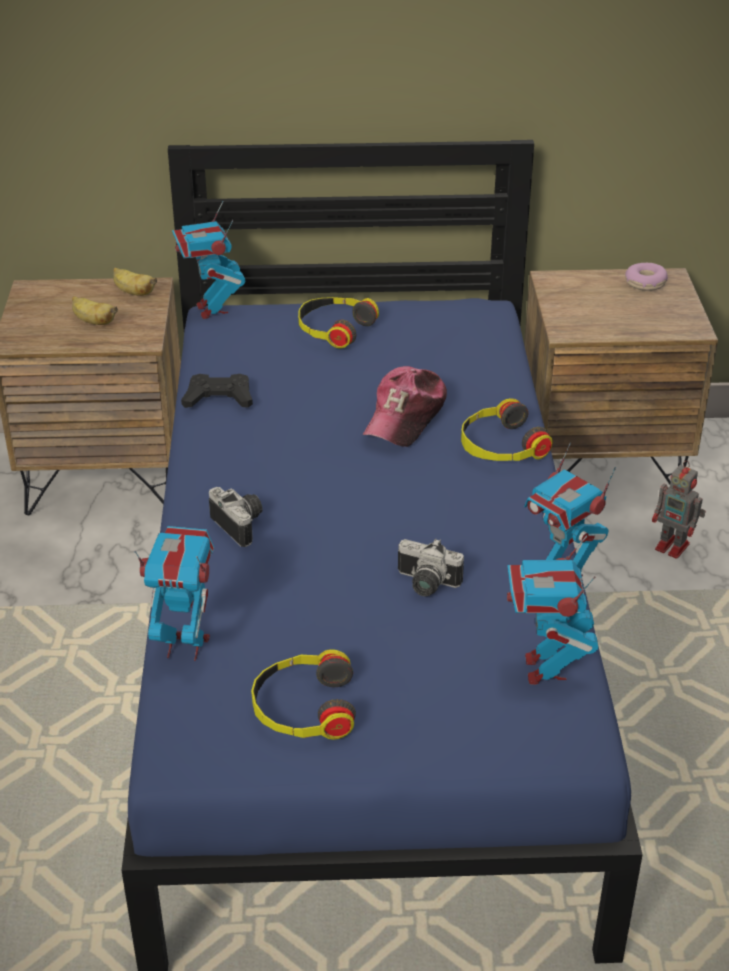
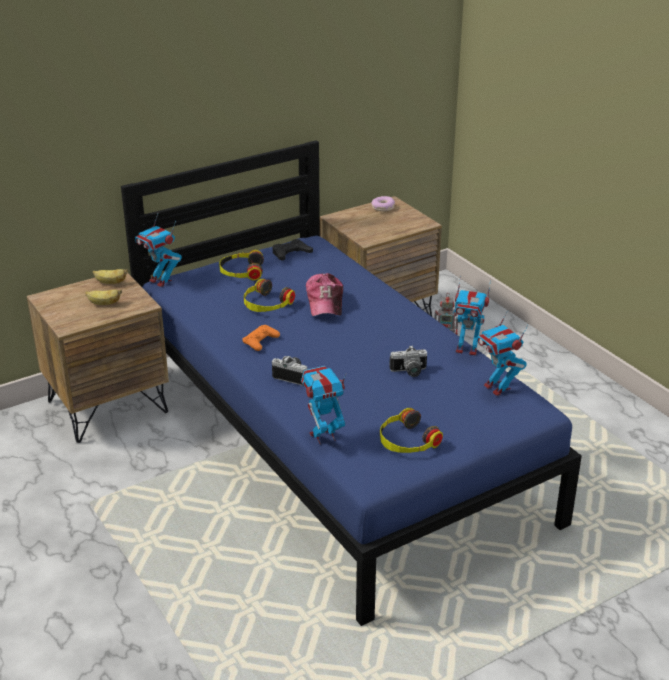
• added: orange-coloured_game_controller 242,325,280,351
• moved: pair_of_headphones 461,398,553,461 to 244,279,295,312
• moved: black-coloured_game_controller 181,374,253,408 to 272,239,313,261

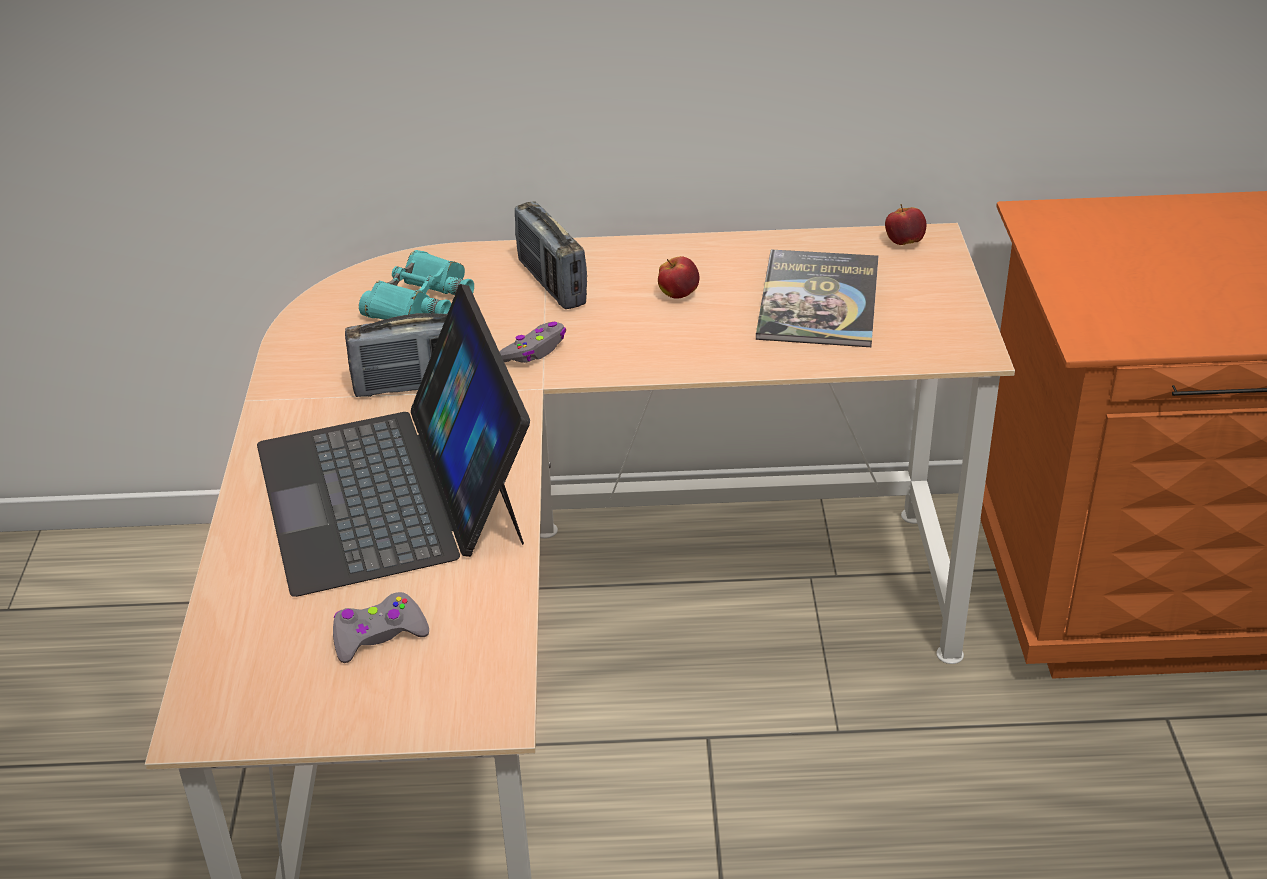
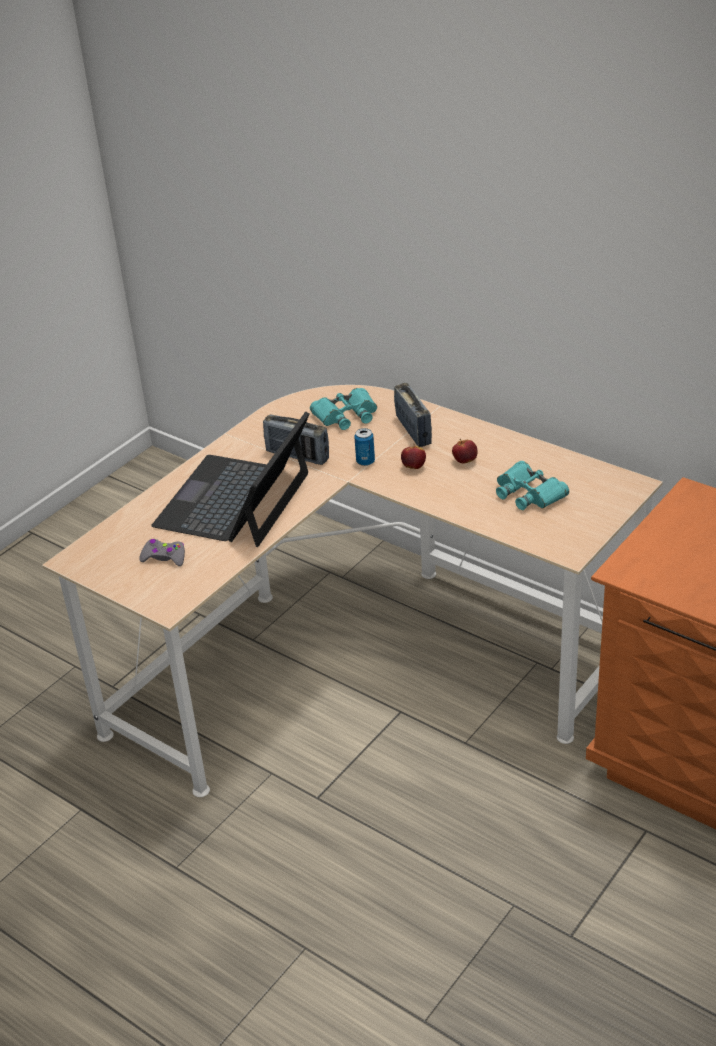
• replaced: gray_game_controller 499,322,566,363 to sealed_can 354,428,375,466
• turned: radio_set 515,201,587,309 = 394,383,432,447 150 degrees clockwise
• moved: apple_fruit 885,204,927,245 to 401,446,426,469
• replaced: bound_book 756,250,878,347 to turquoise_binoculars 496,461,569,510

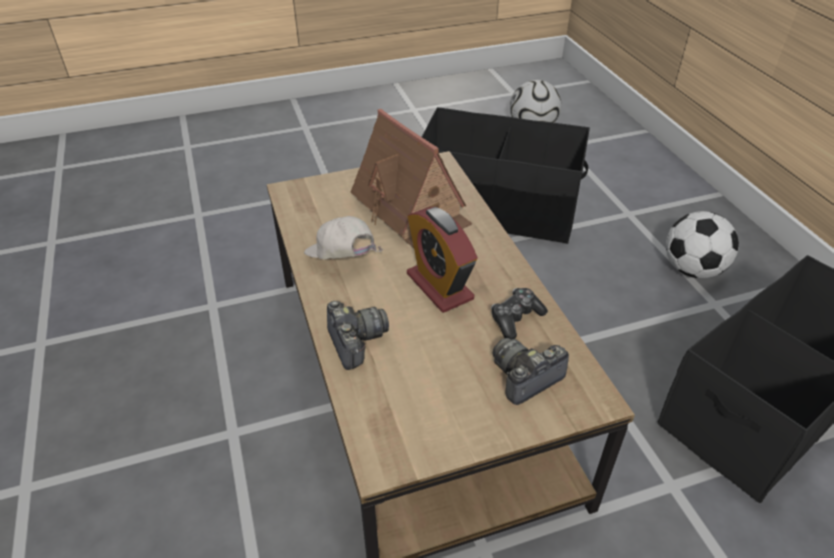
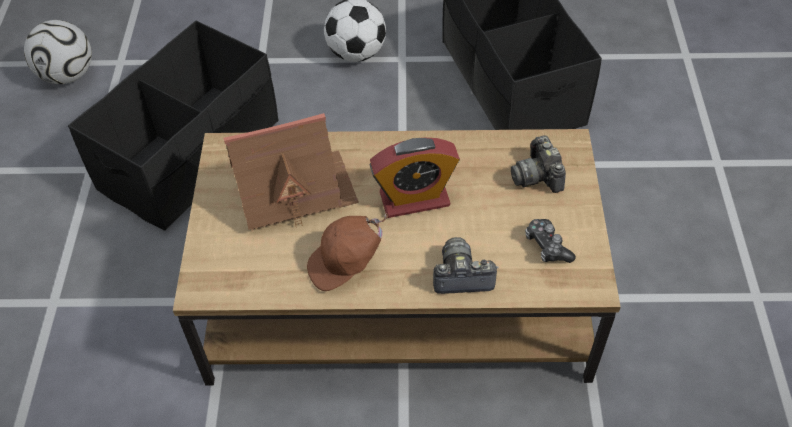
• recoloured: white_baseball_cap 304,216,383,259 to brown-coloured_baseball_cap 307,213,388,291
• moved: game_controller 491,288,548,339 to 525,219,576,263

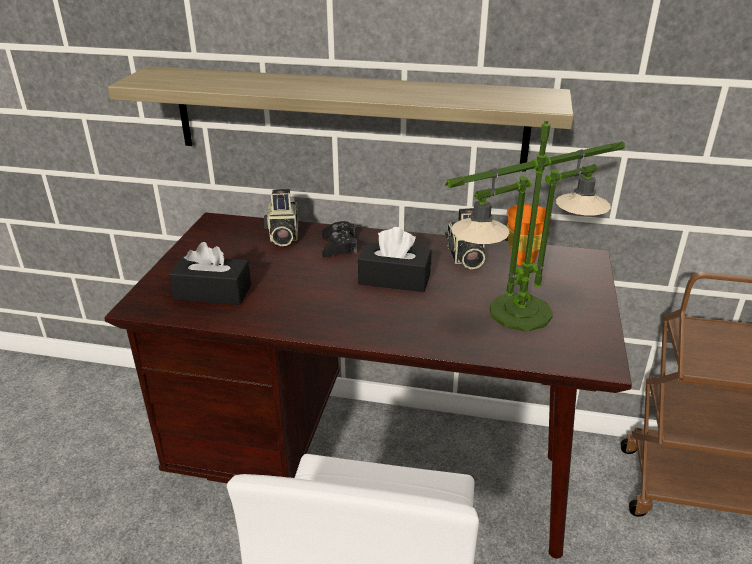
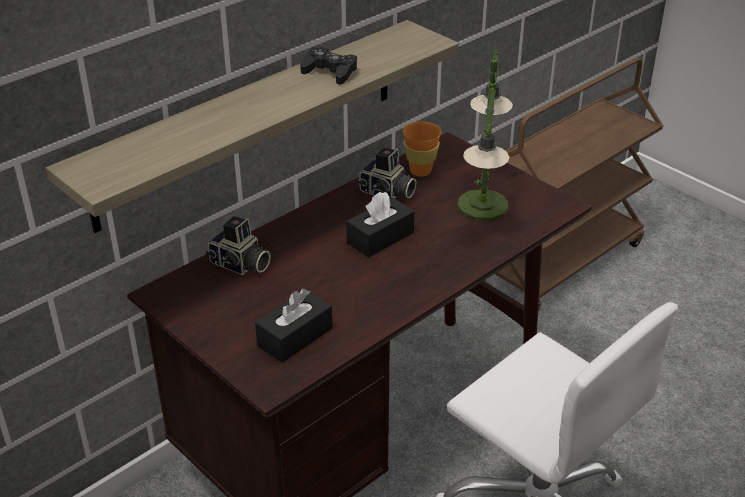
• moved: black-coloured_game_controller 322,221,357,258 to 300,47,357,85

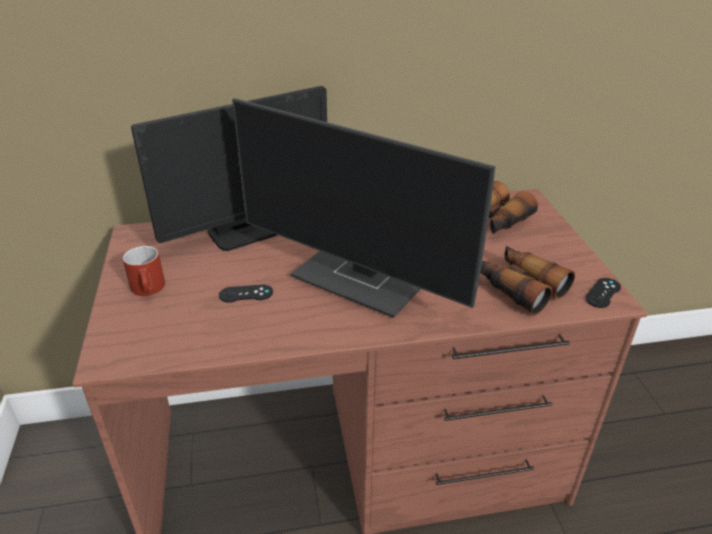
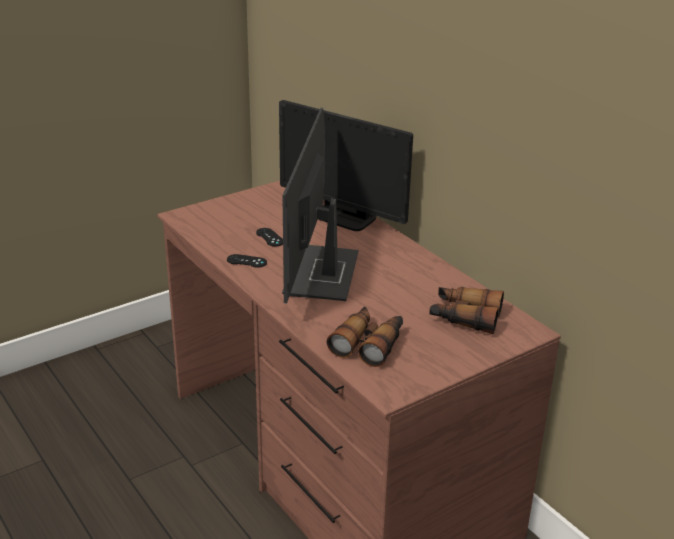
• moved: black-coloured_game_controller 585,278,621,308 to 227,254,267,268
• removed: reddish_mug 123,246,165,296

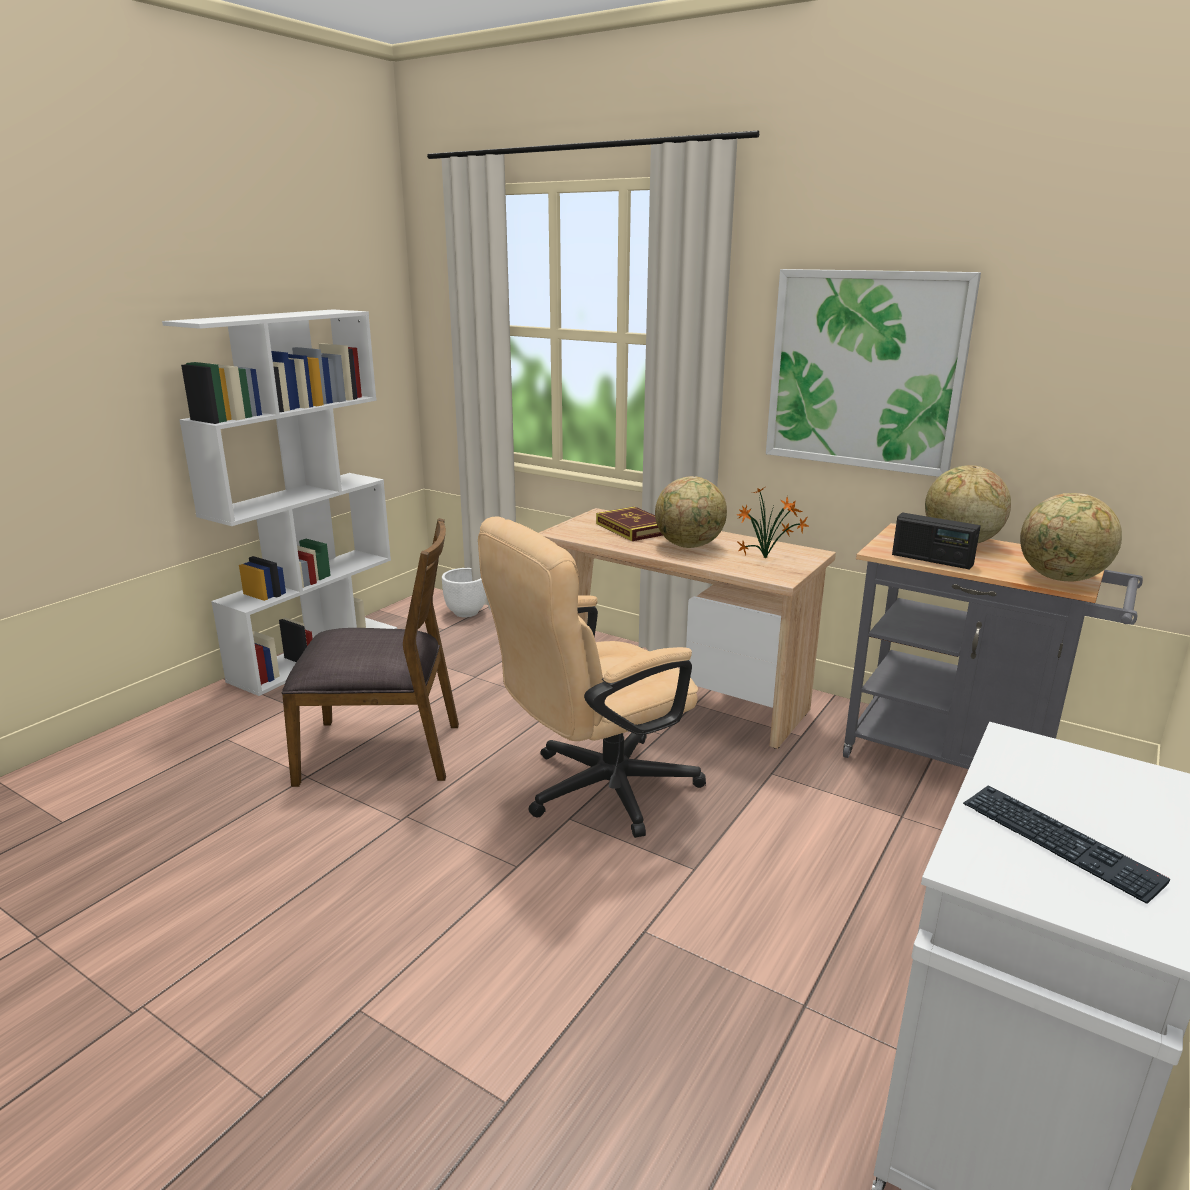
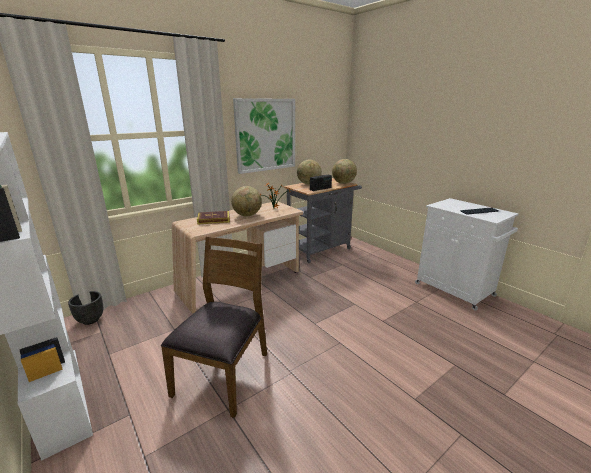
• recoloured: white_flower_pot 442,568,486,617 to black-coloured_flower_pot 68,291,103,325
• removed: sand-coloured_office_chair 478,517,706,838

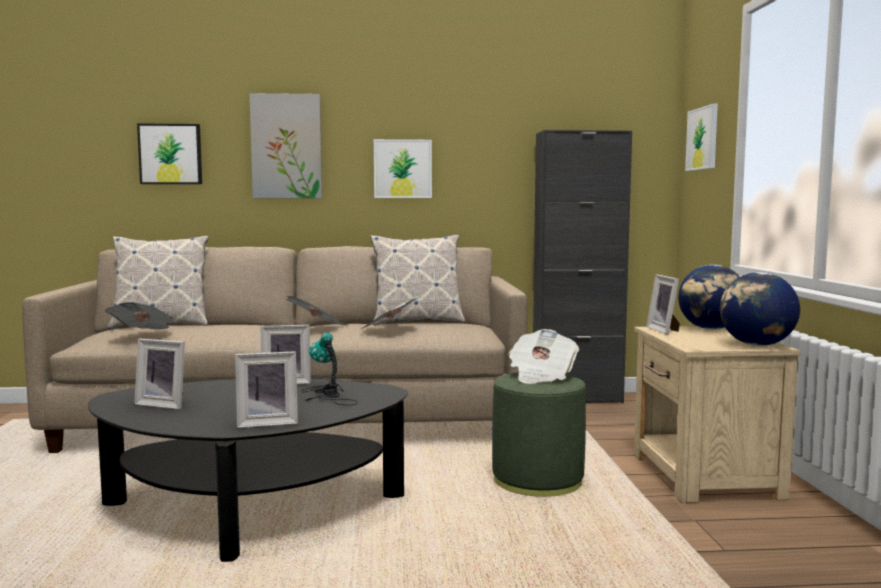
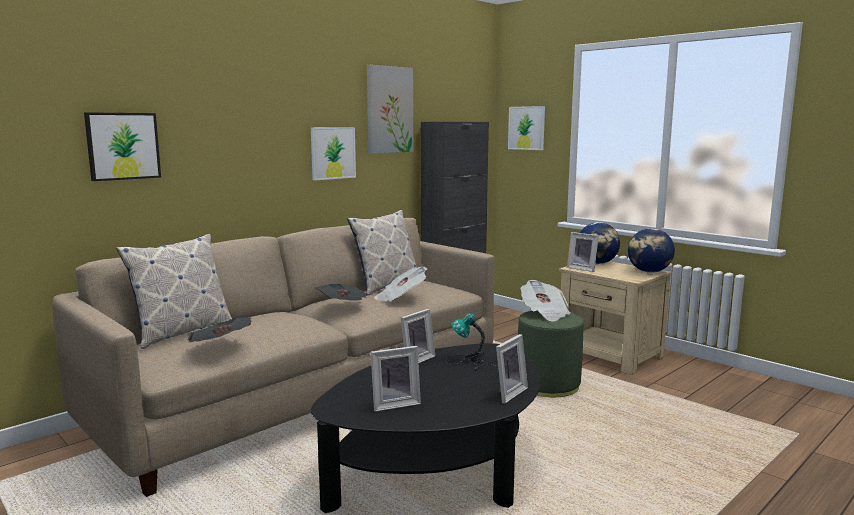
• moved: picture 249,93,322,198 to 367,65,413,153

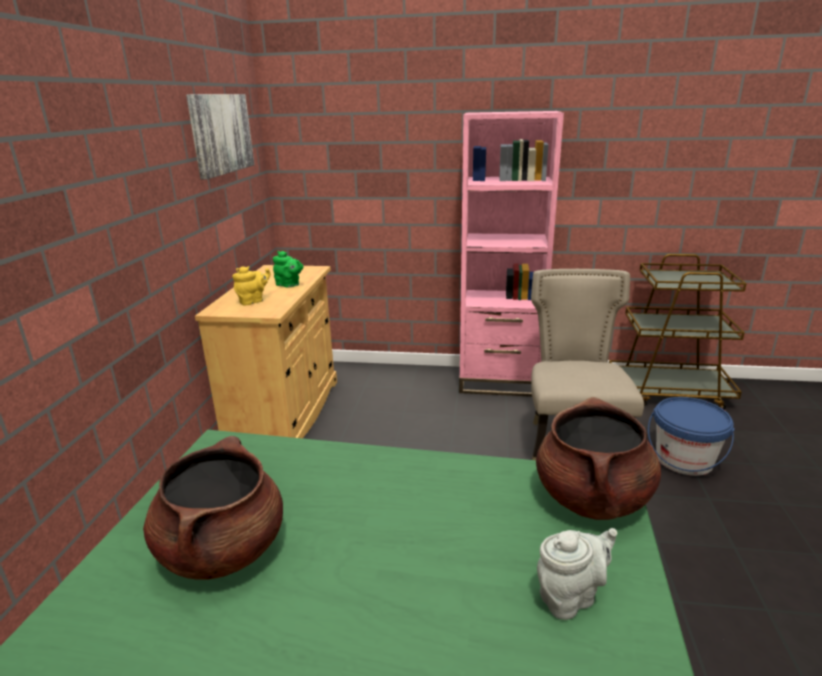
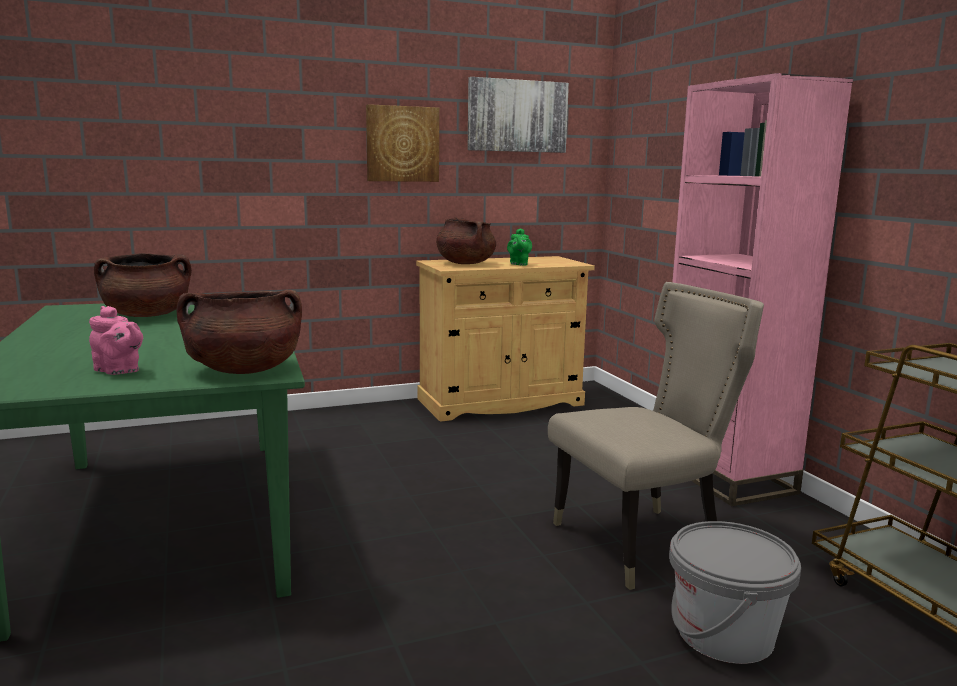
• recoloured: gray_teapot 537,528,617,620 to pink_teapot 89,306,143,375
• added: picture 366,104,439,182
• replaced: yellowish_teapot 232,266,271,305 to brown-coloured_saucepot 436,217,496,264
• recoloured: blue_water_bucket 648,397,734,476 to gray_water_bucket 669,521,801,664

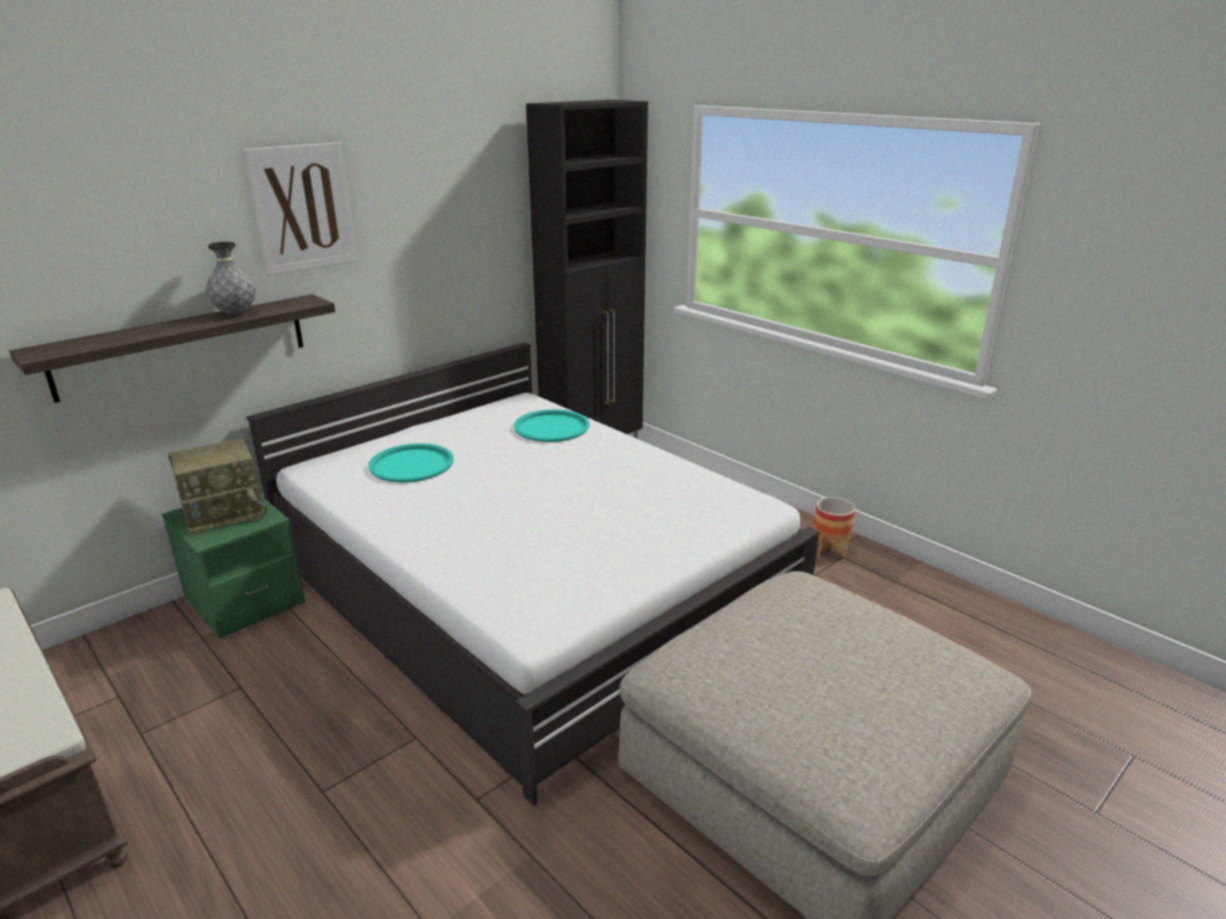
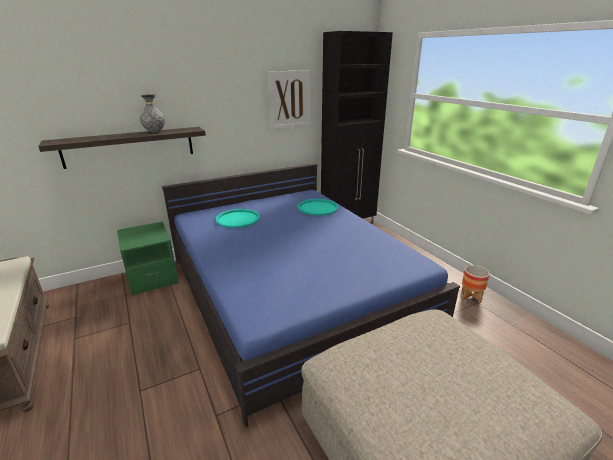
• recoloured: white_bed 247,342,820,806 to blue_bed 162,163,460,427
• moved: picture 243,142,358,276 to 268,70,310,129
• removed: radio_set 168,438,267,535

